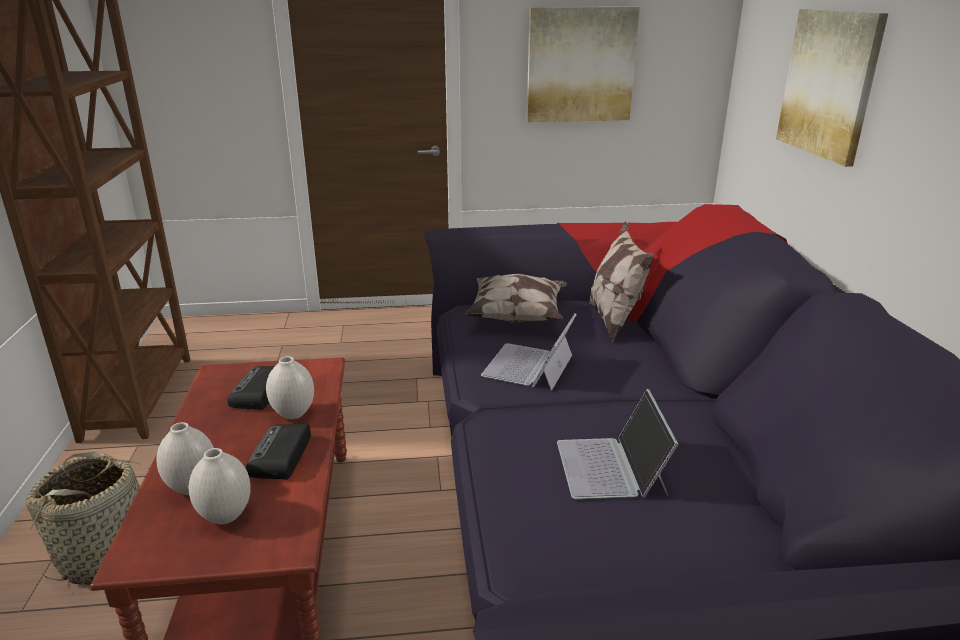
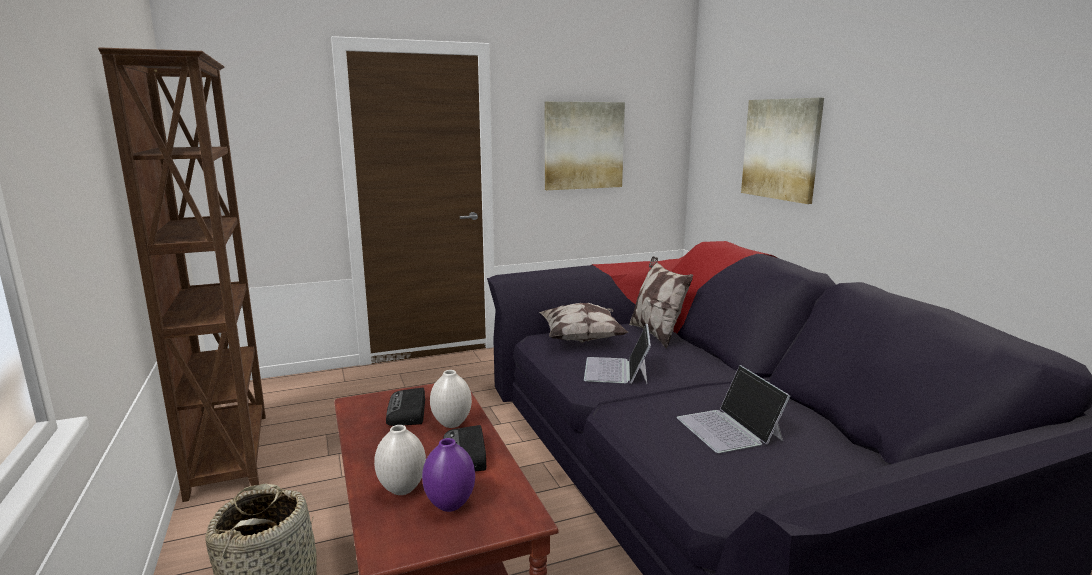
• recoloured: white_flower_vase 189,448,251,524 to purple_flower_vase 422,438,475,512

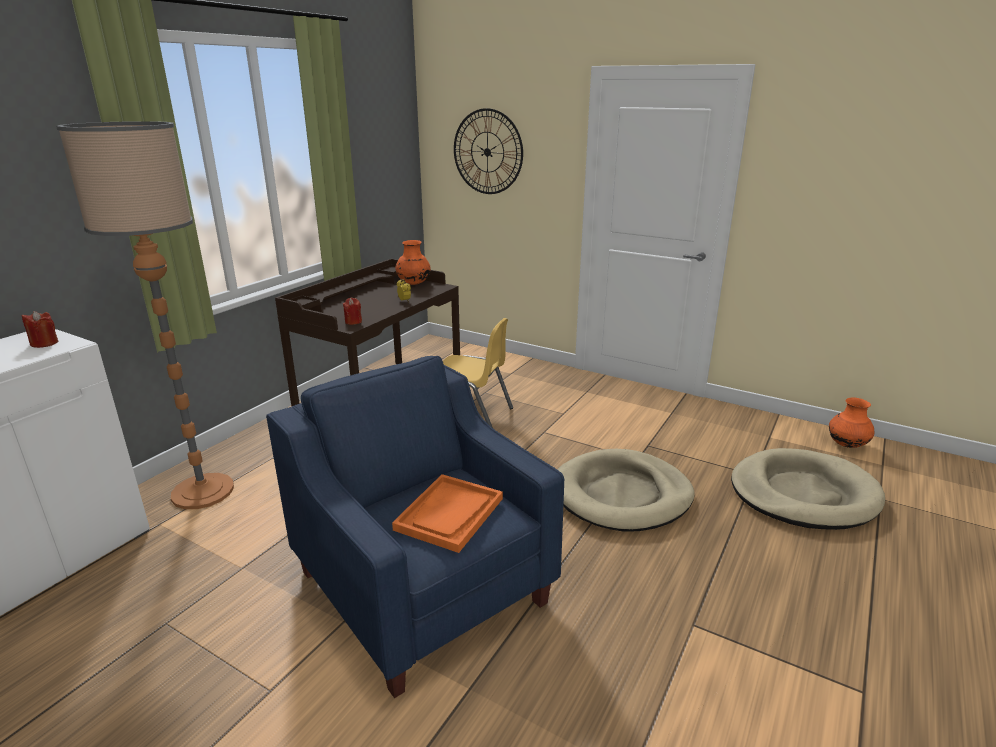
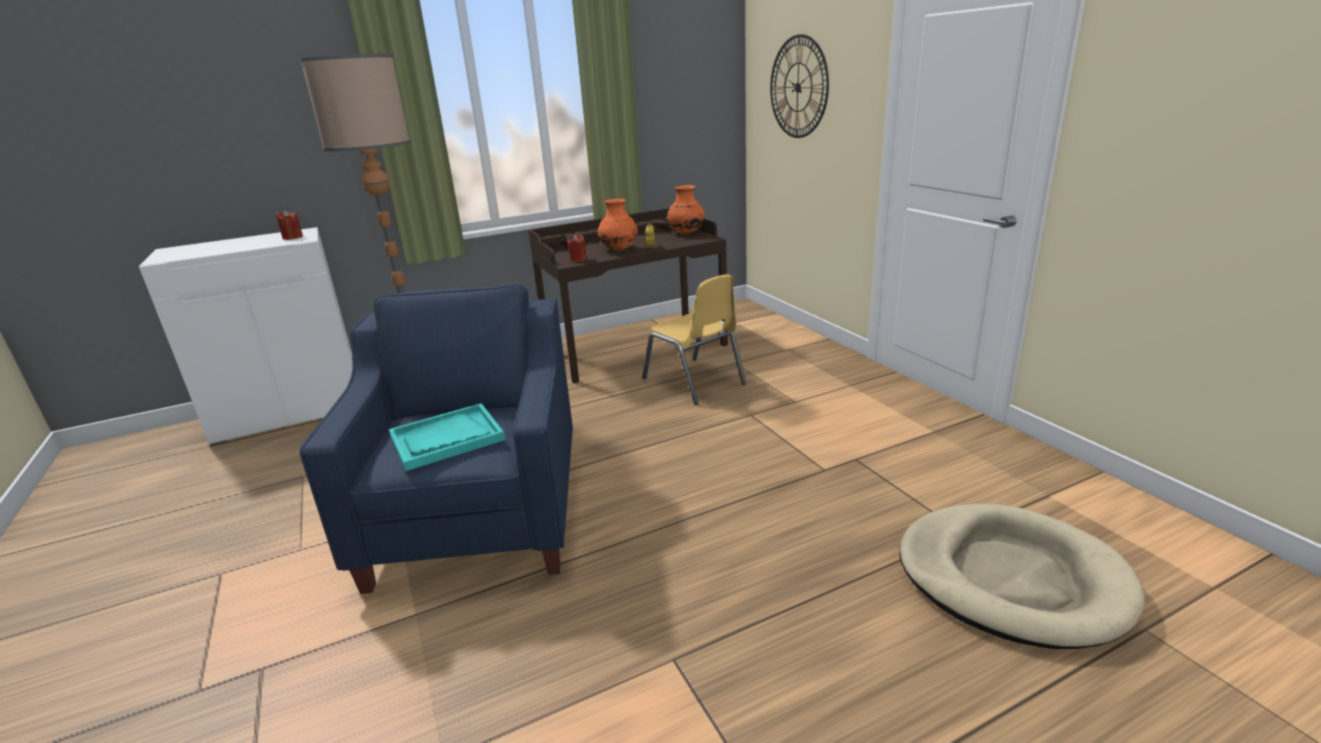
• recoloured: orange-coloured_serving_tray 392,474,503,553 to turquoise_serving_tray 389,403,505,471
• moved: orange-coloured_flower_vase 829,397,874,448 to 598,199,638,250
• removed: sand-coloured_pet_bed 557,449,694,532

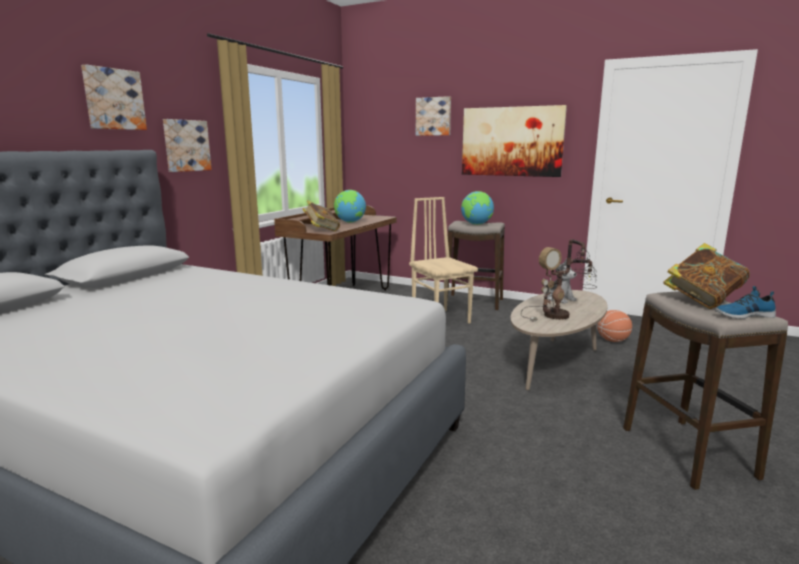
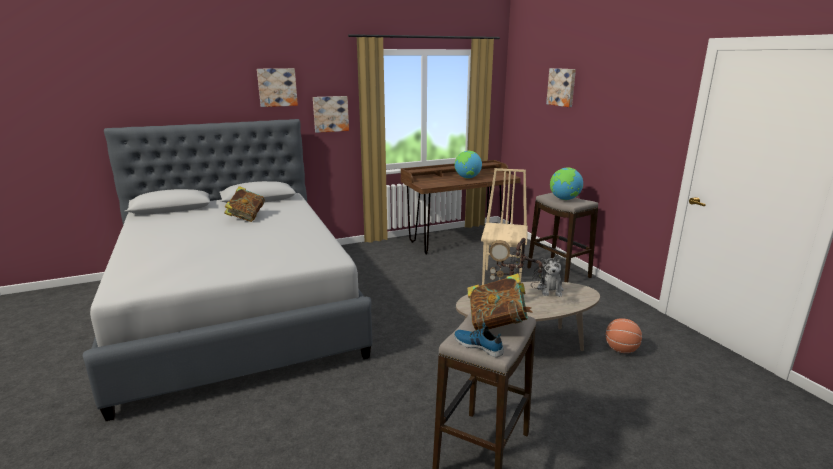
• moved: bound_book 302,200,340,231 to 224,186,265,222
• removed: picture 462,105,567,177

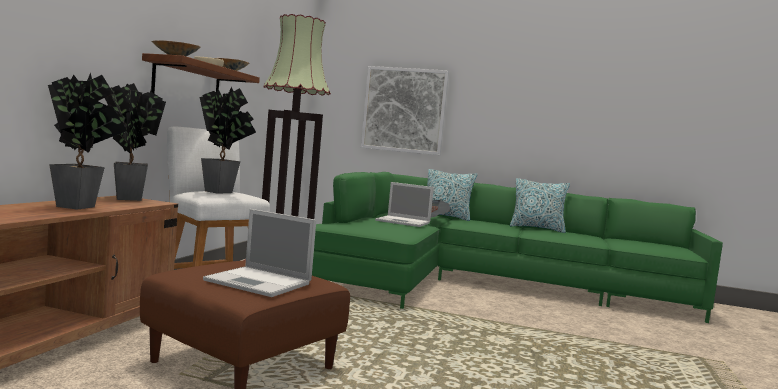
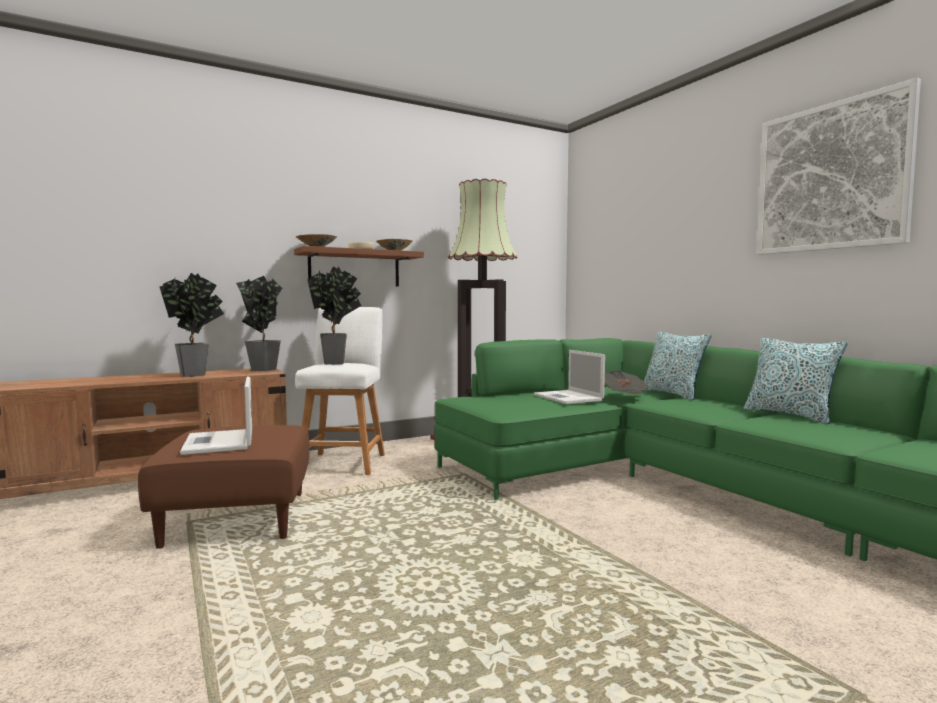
• moved: picture 361,66,449,155 to 757,78,921,255

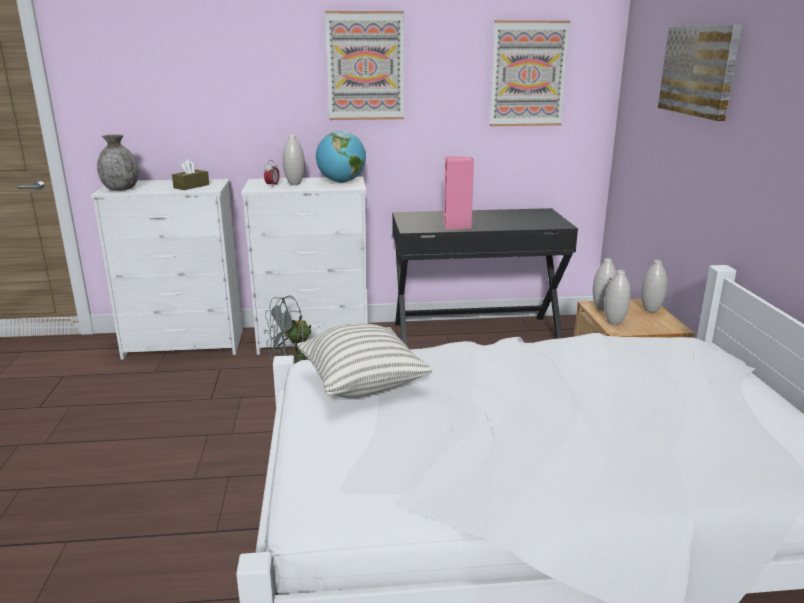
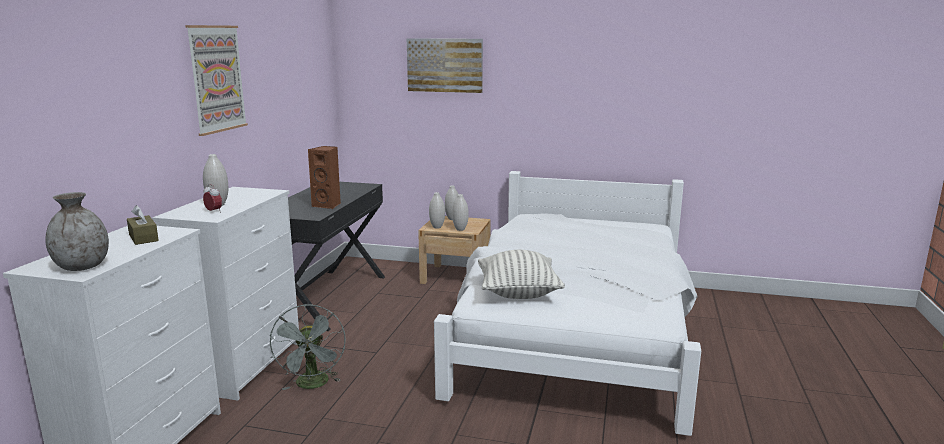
• recoloured: pink_speaker 444,156,474,230 to brown-coloured_speaker 308,146,341,209
• removed: desk_globe 316,131,366,183
• removed: picture 490,20,570,126

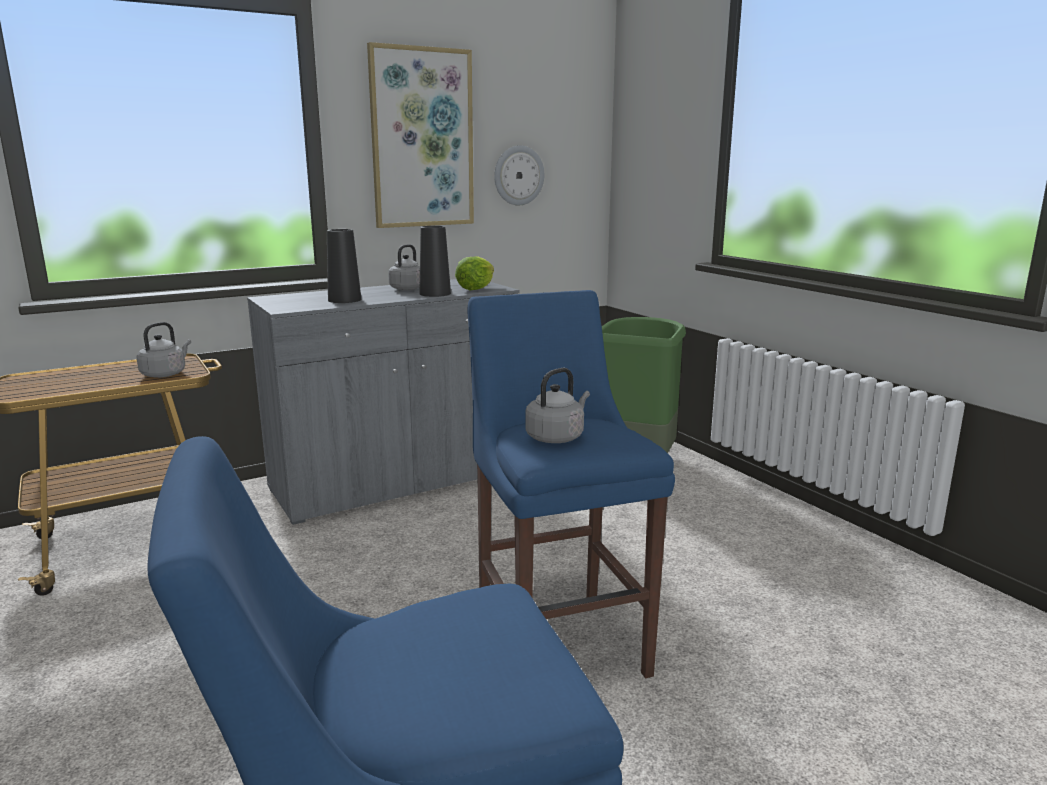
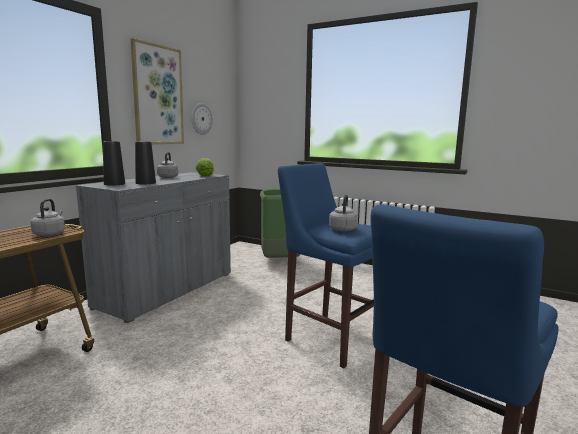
• moved: black-coloured_flower_vase 420,226,451,297 to 103,141,125,186

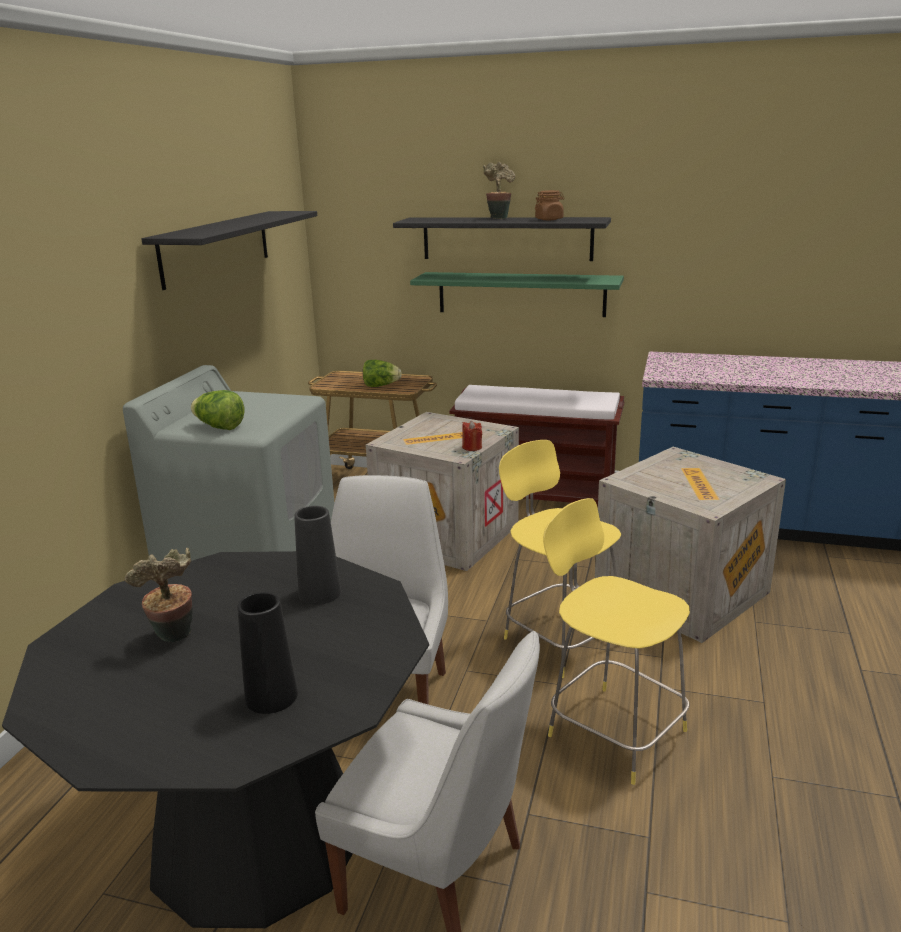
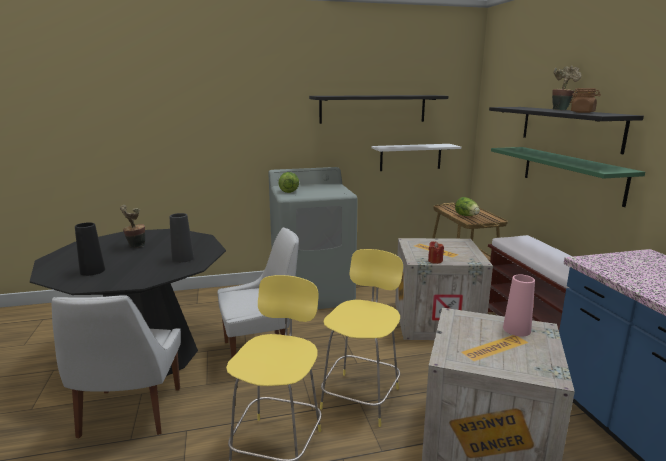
• added: white_shelf 372,144,461,171
• added: pink_flower_vase 503,275,535,336

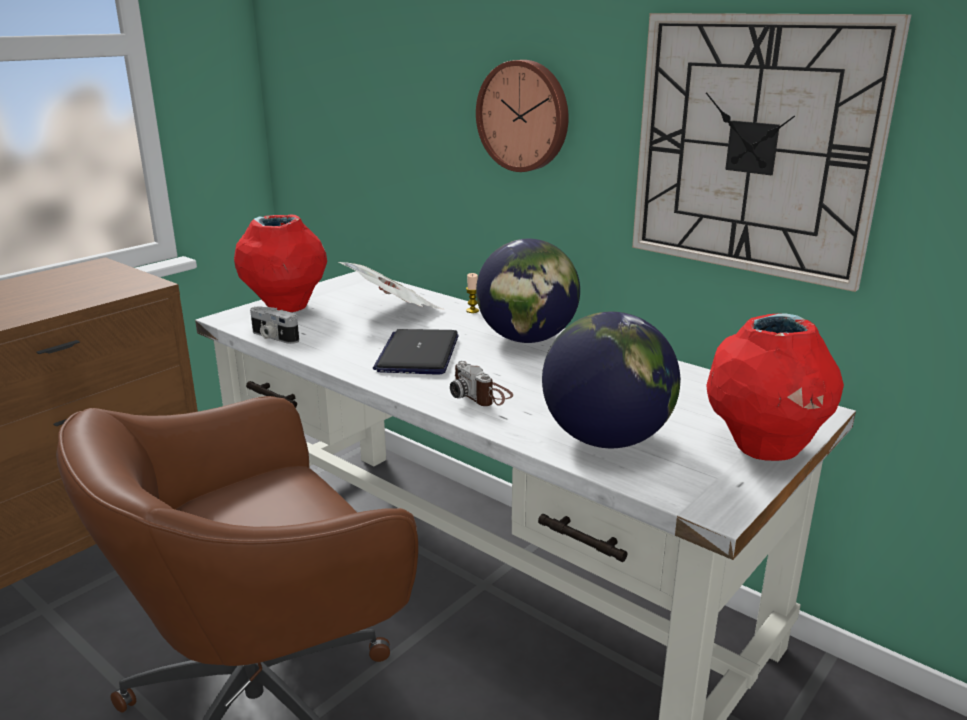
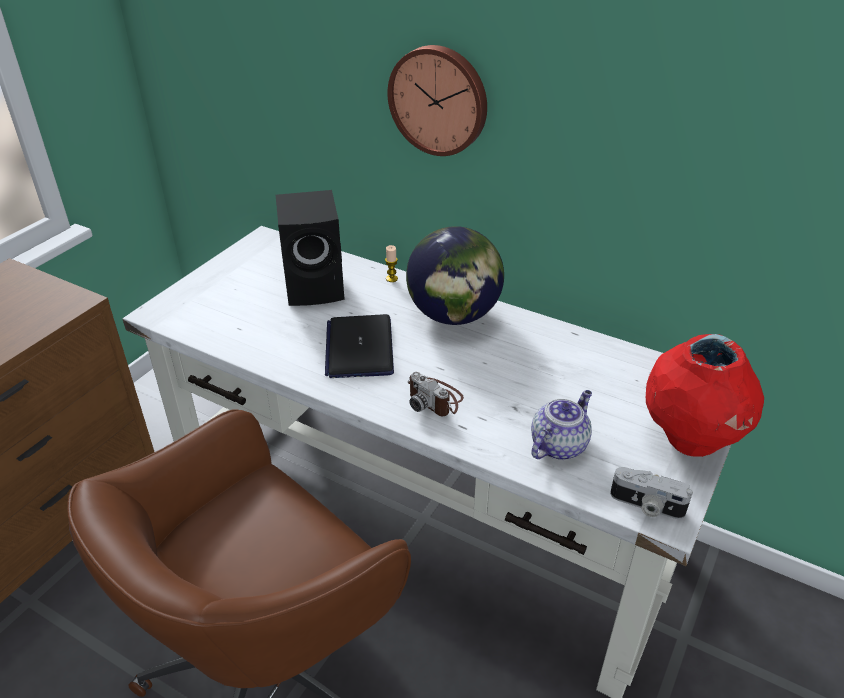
• replaced: newspaper 339,262,442,309 to black-coloured_speaker 276,190,345,306
• replaced: desk_globe 542,312,680,448 to teapot 531,390,592,460
• moved: photo_camera 250,306,299,344 to 610,467,693,519
• removed: reddish_flower_vase 234,214,327,312
• removed: hanging_clock 632,13,912,292

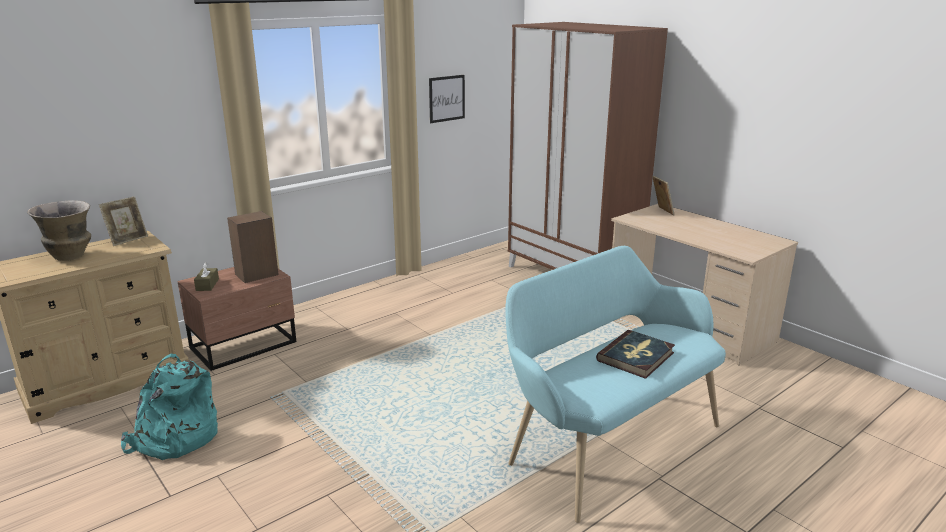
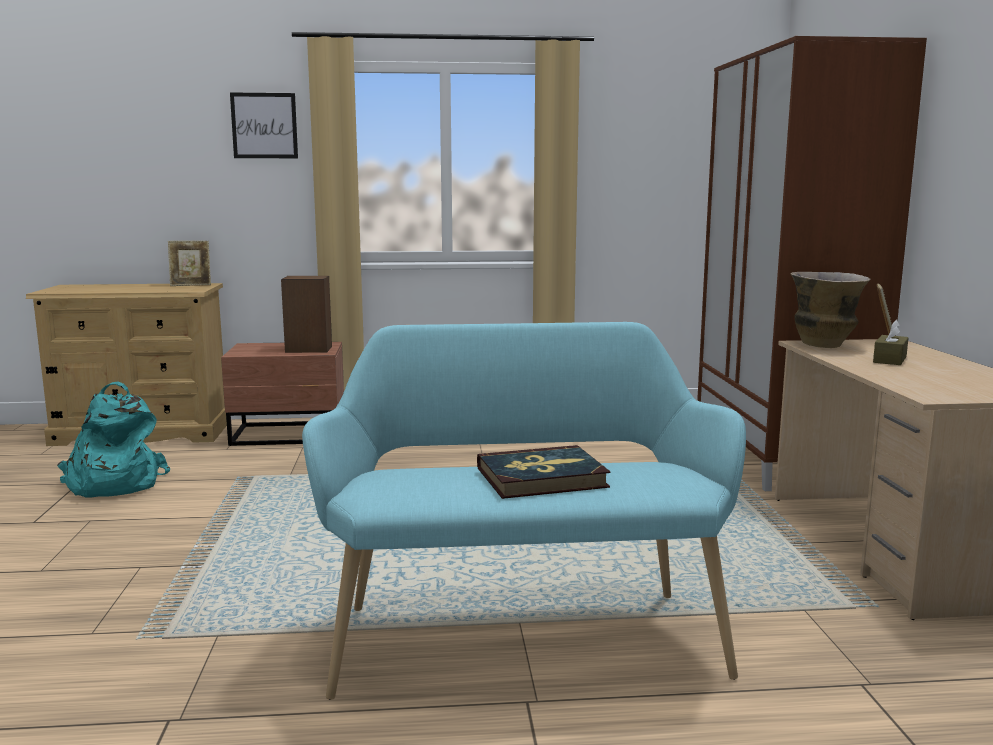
• moved: picture 429,75,465,123 to 230,93,298,158
• moved: flower_vase 27,200,91,261 to 791,272,871,348
• moved: brown-coloured_tissue_holder 194,262,219,291 to 873,320,909,365

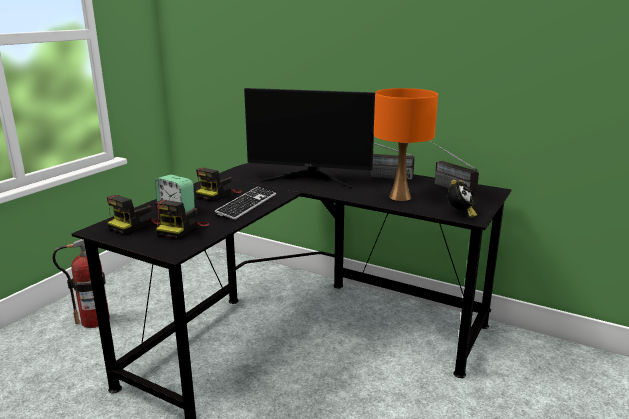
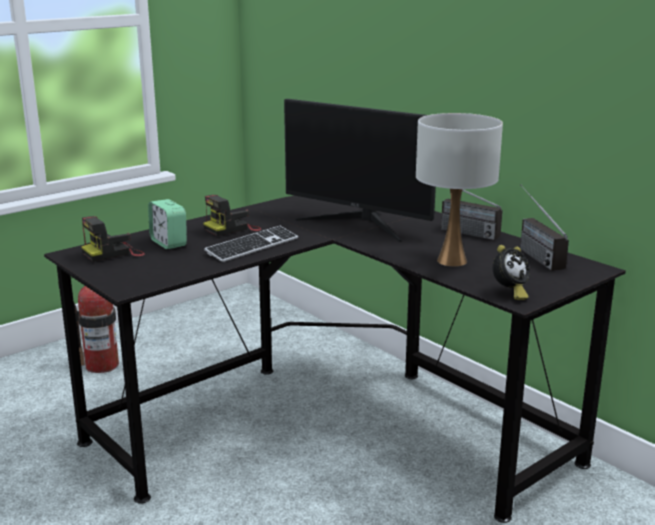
• recoloured: orange-coloured_lamp_for_a_table 374,88,438,201 to white_lamp_for_a_table 416,113,503,267
• removed: photo_camera 155,200,209,238

